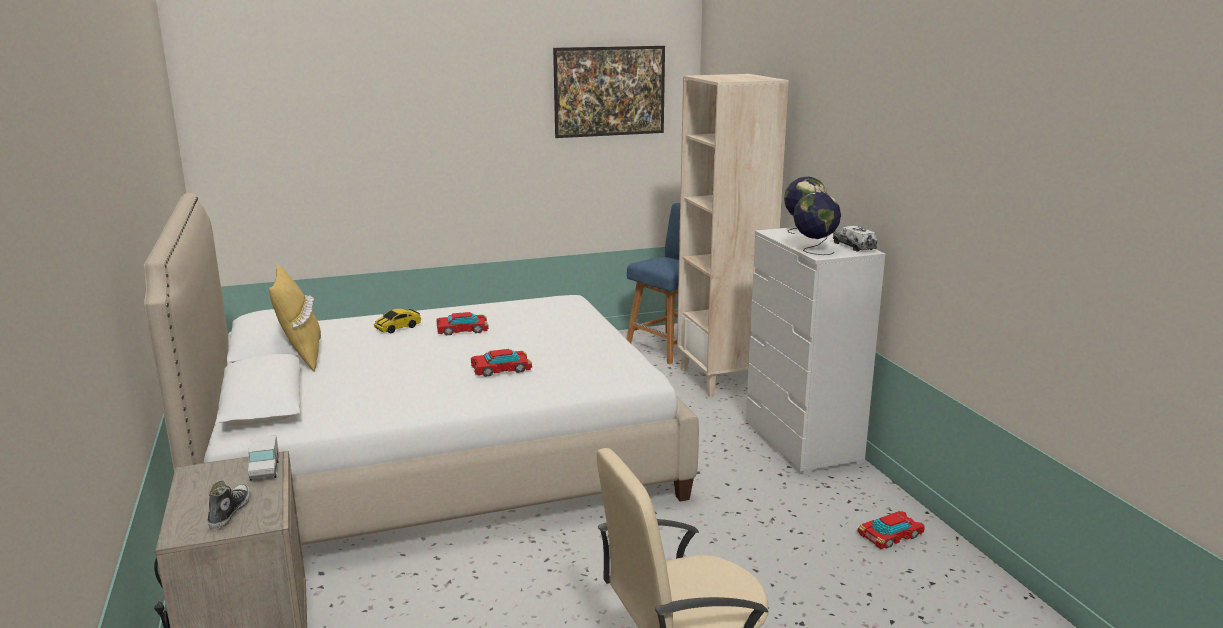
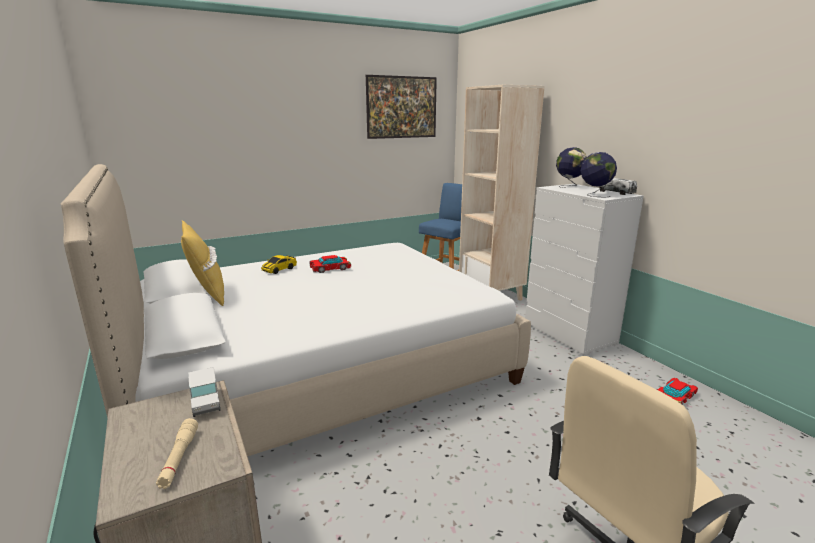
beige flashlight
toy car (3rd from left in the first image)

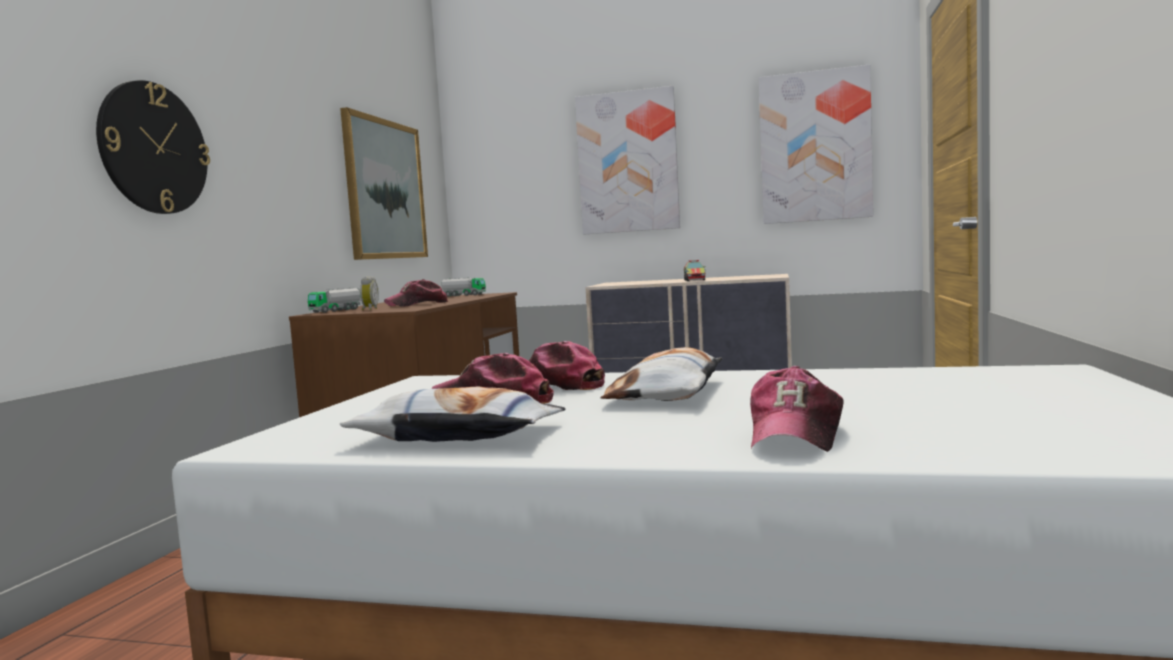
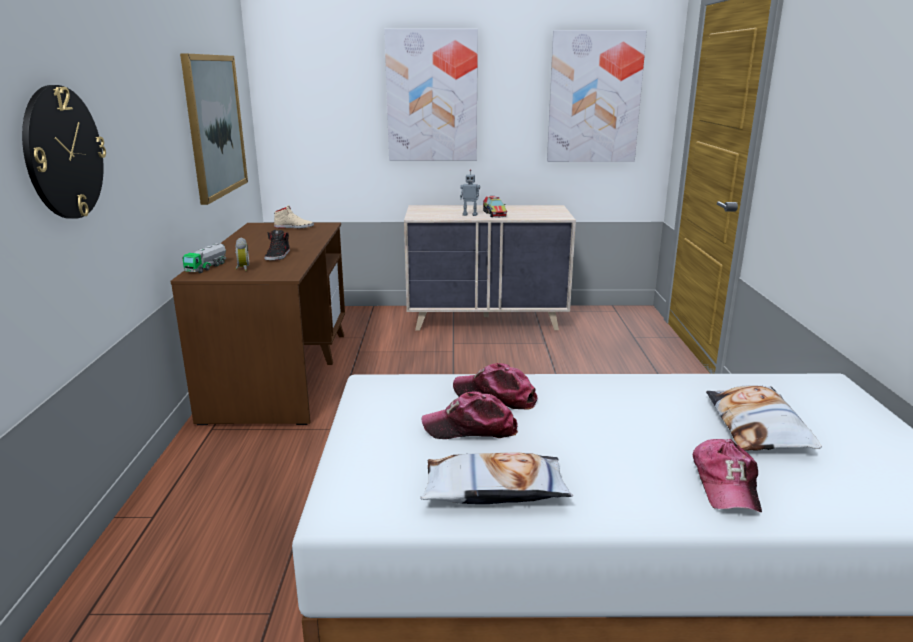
black shoe
beige shoe
toy robot
pillow (2nd from left)

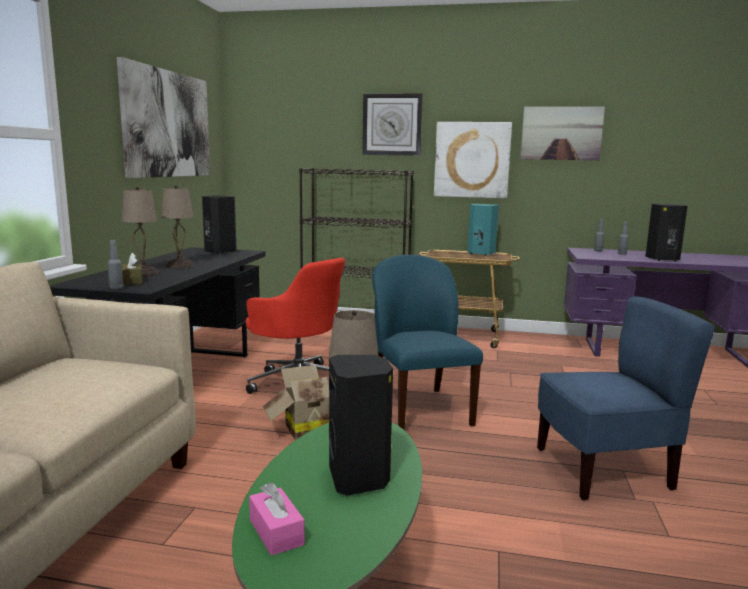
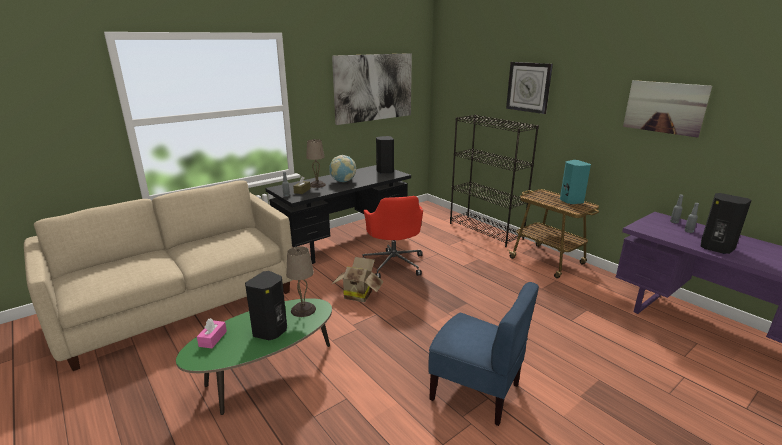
globe
blue chair (1st from left in the first image)
picture (2nd from left in the first image)

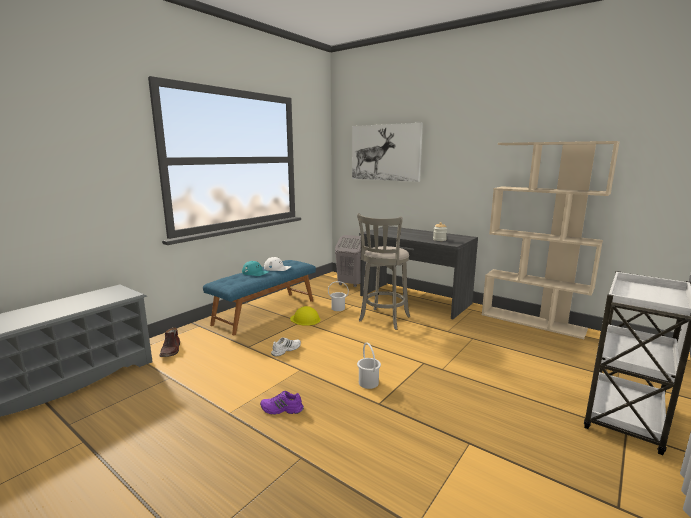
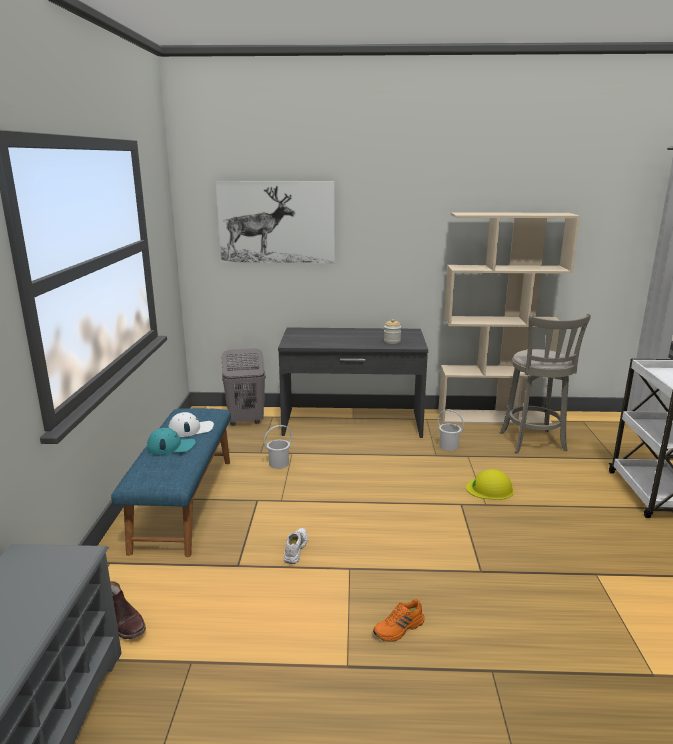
orange shoe
white bucket (2nd from left)
yellow hard hat
grey stool

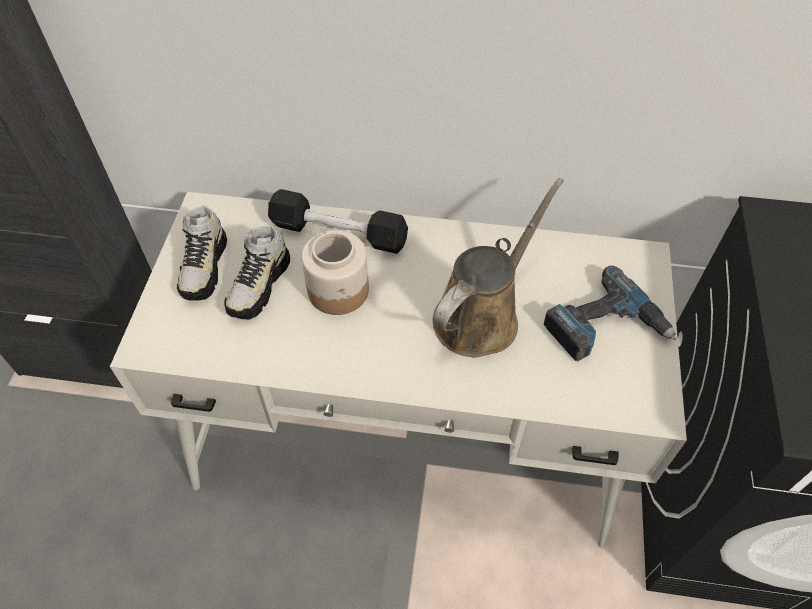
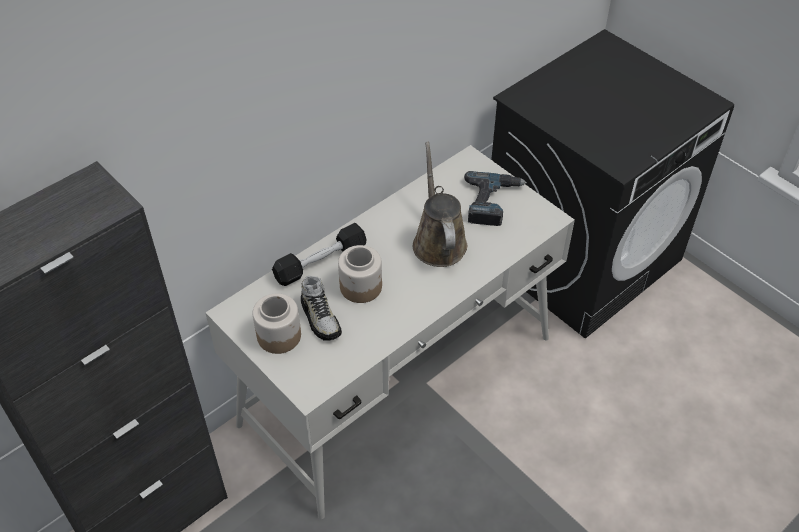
jar (1st from left)

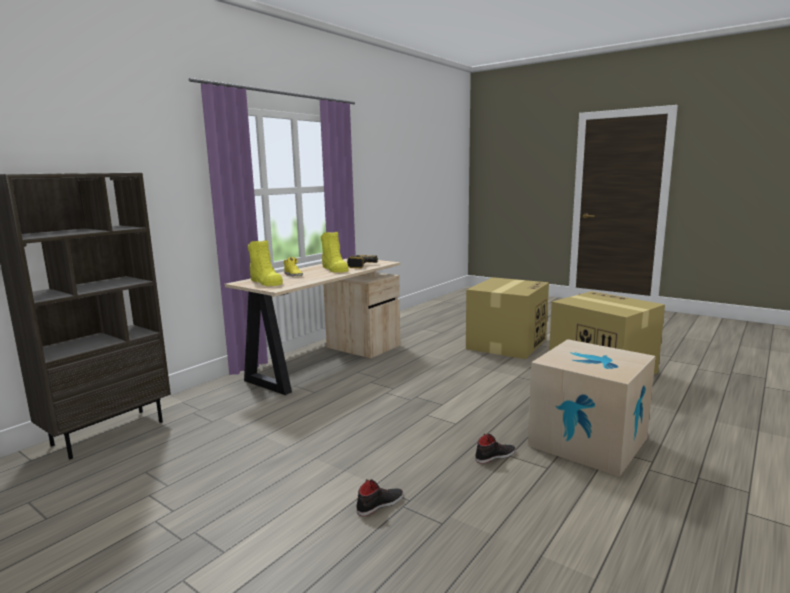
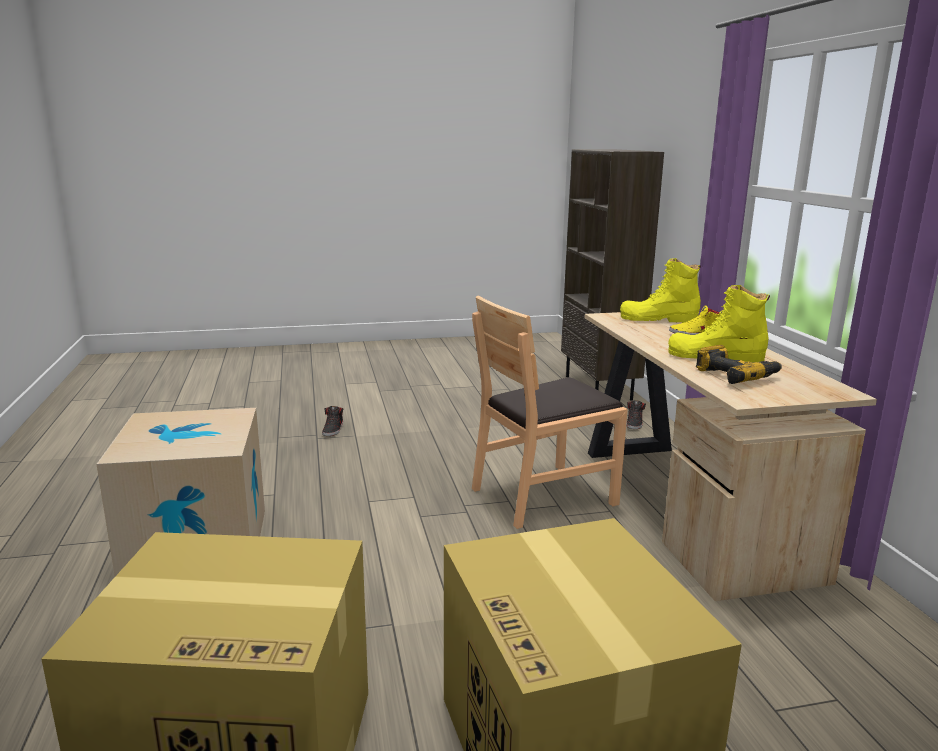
brown chair
black shoe (2nd from left)

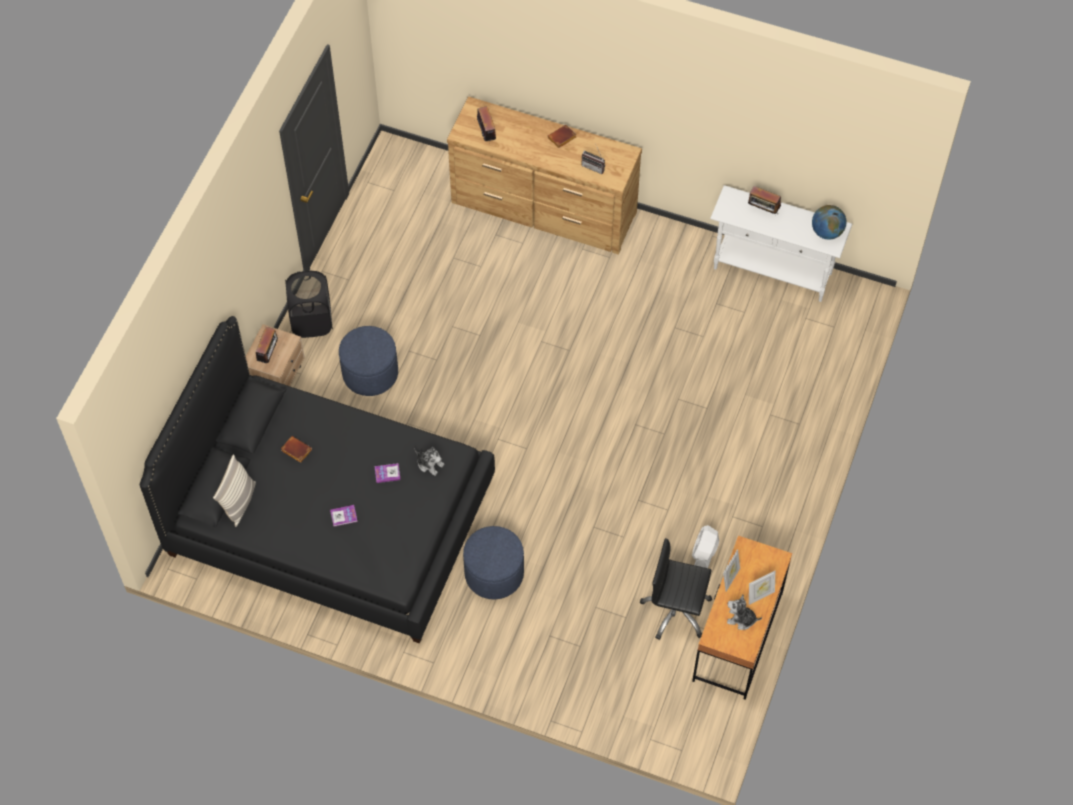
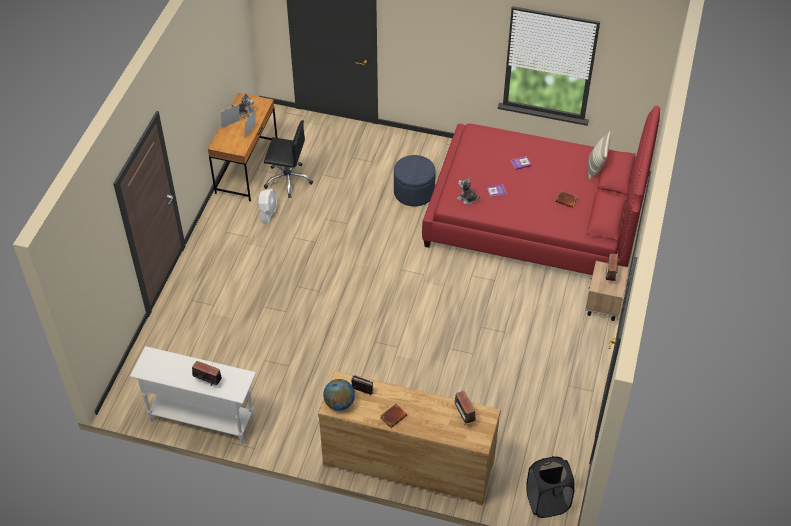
globe
red bed
black laundry basket
blue ottoman (1st from left in the first image)

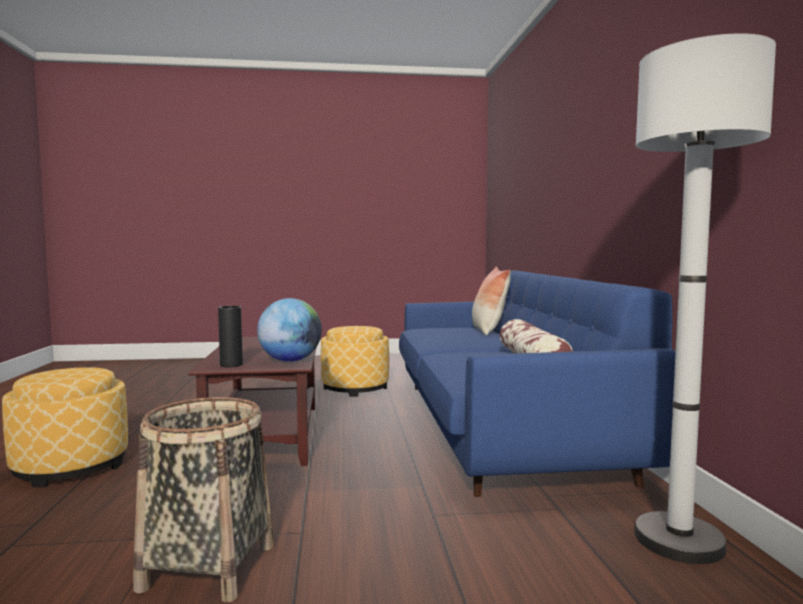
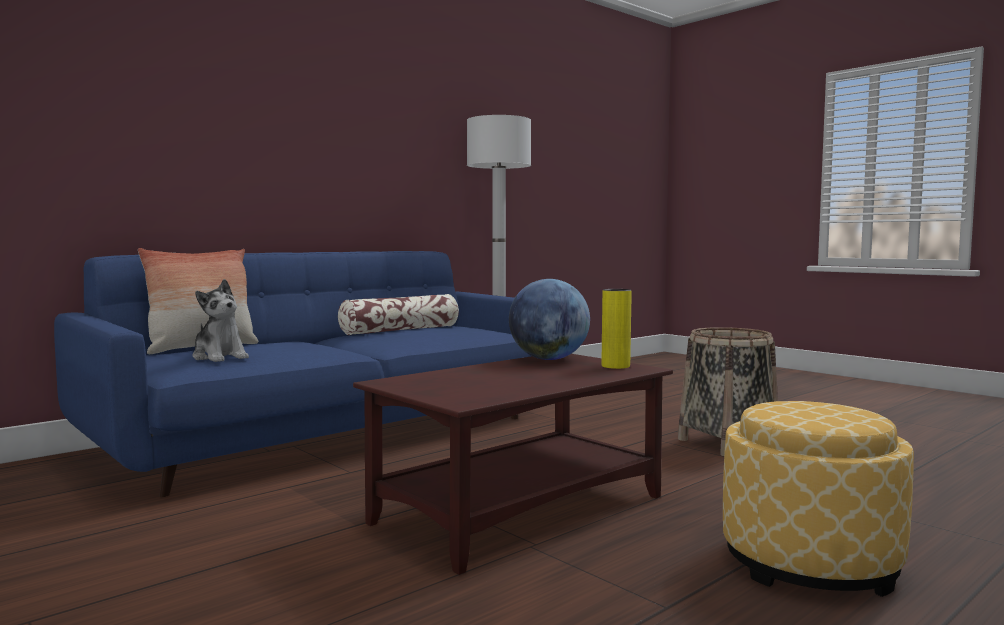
plush toy
yellow vase
ottoman (2nd from left in the first image)

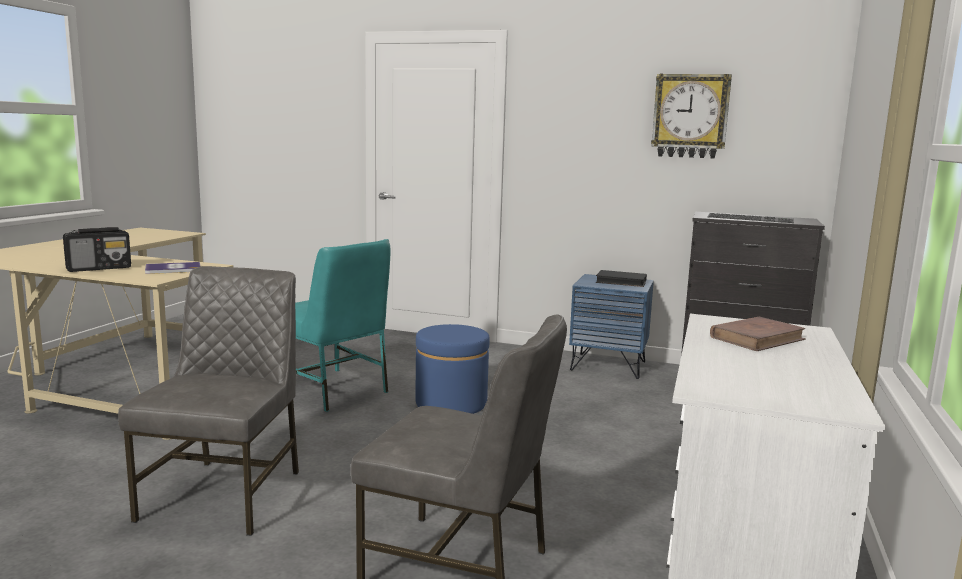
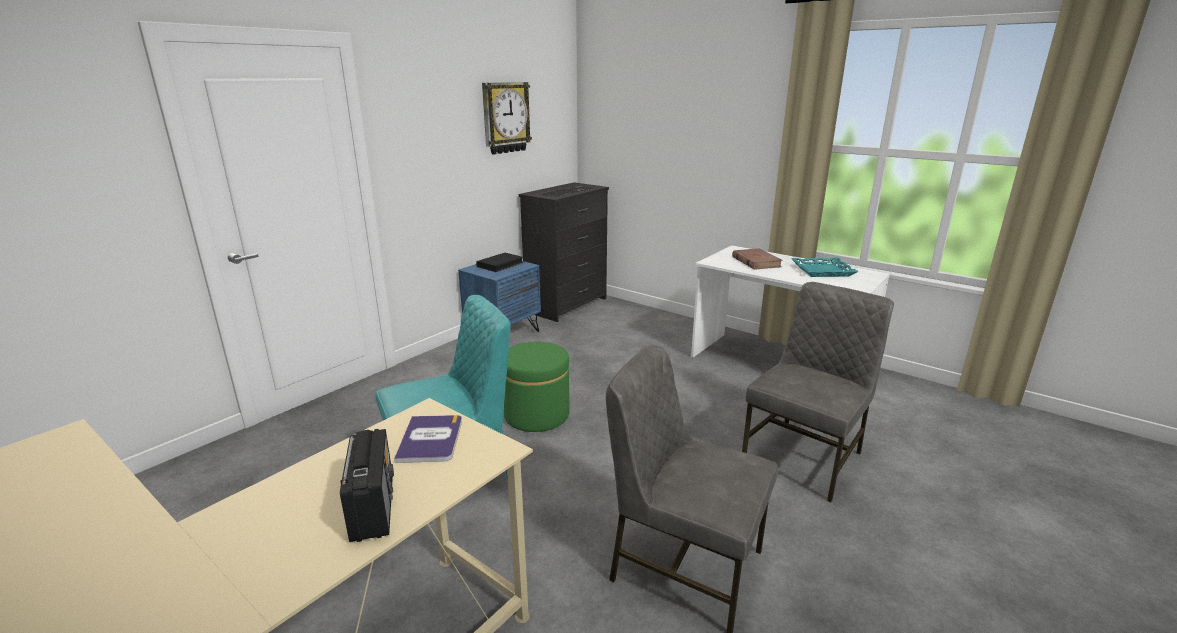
green ottoman
turquoise tray

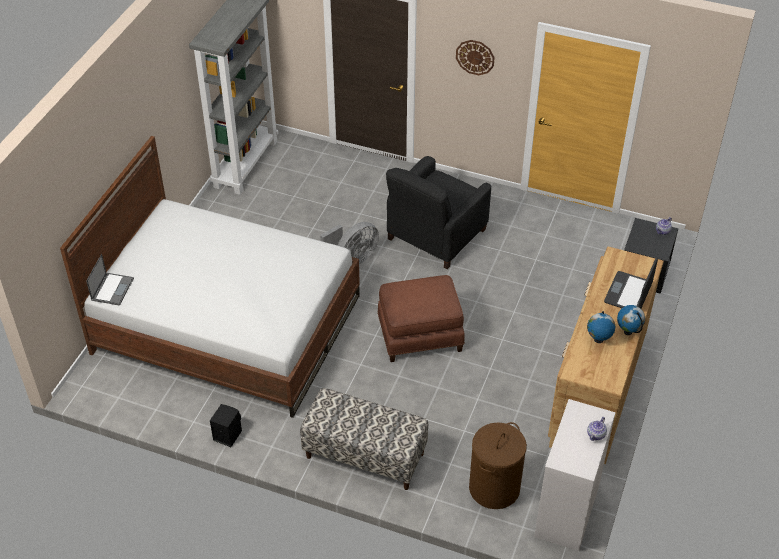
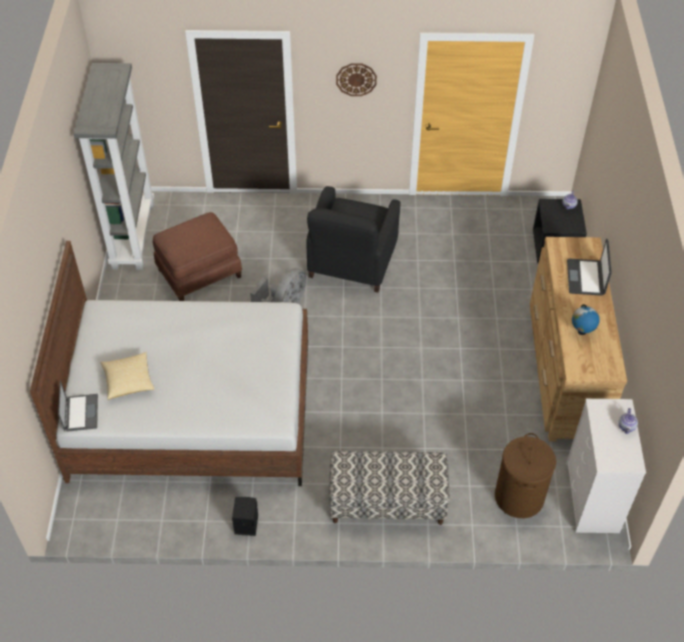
pillow
brown ottoman
globe (2nd from left in the first image)

